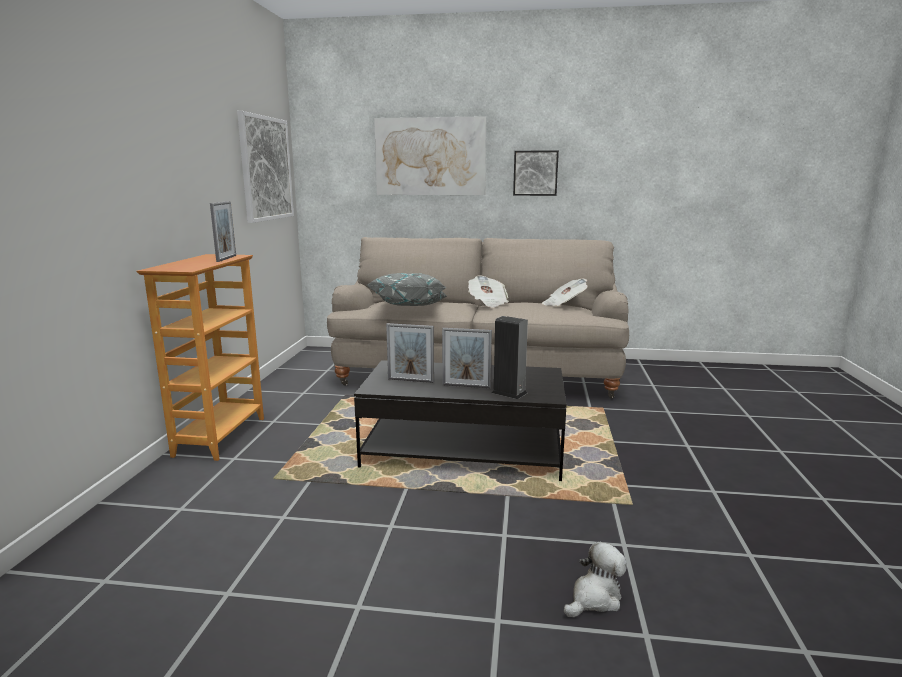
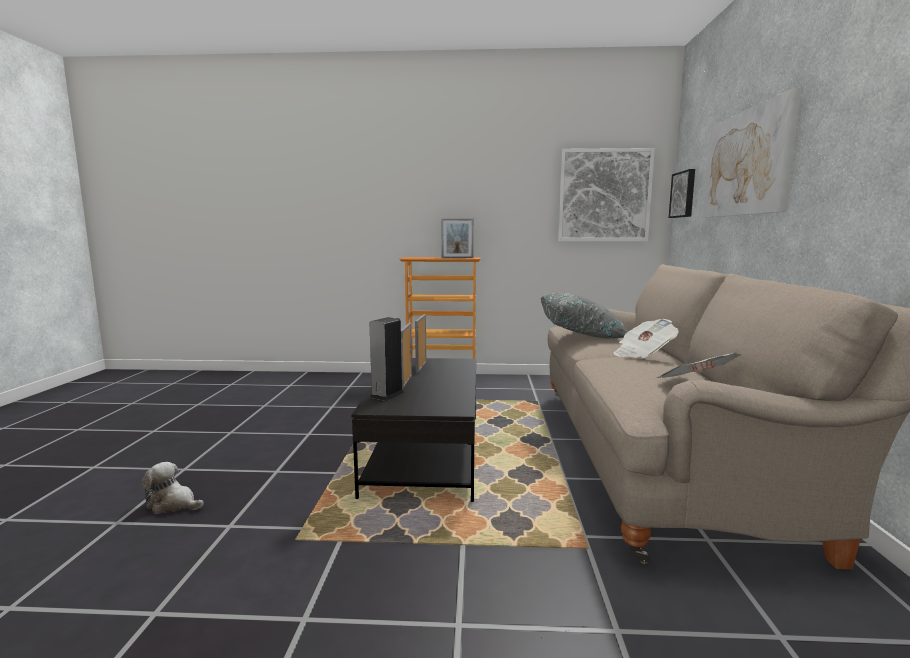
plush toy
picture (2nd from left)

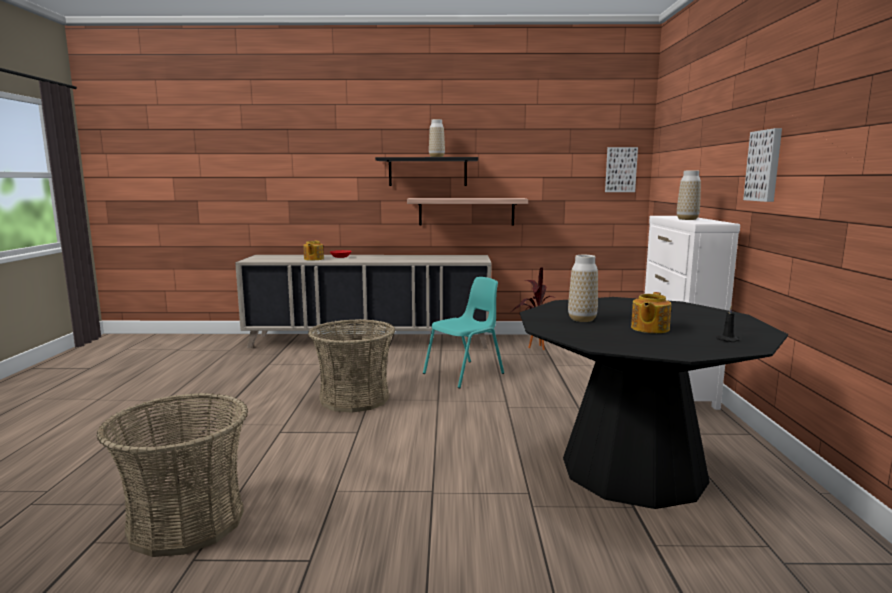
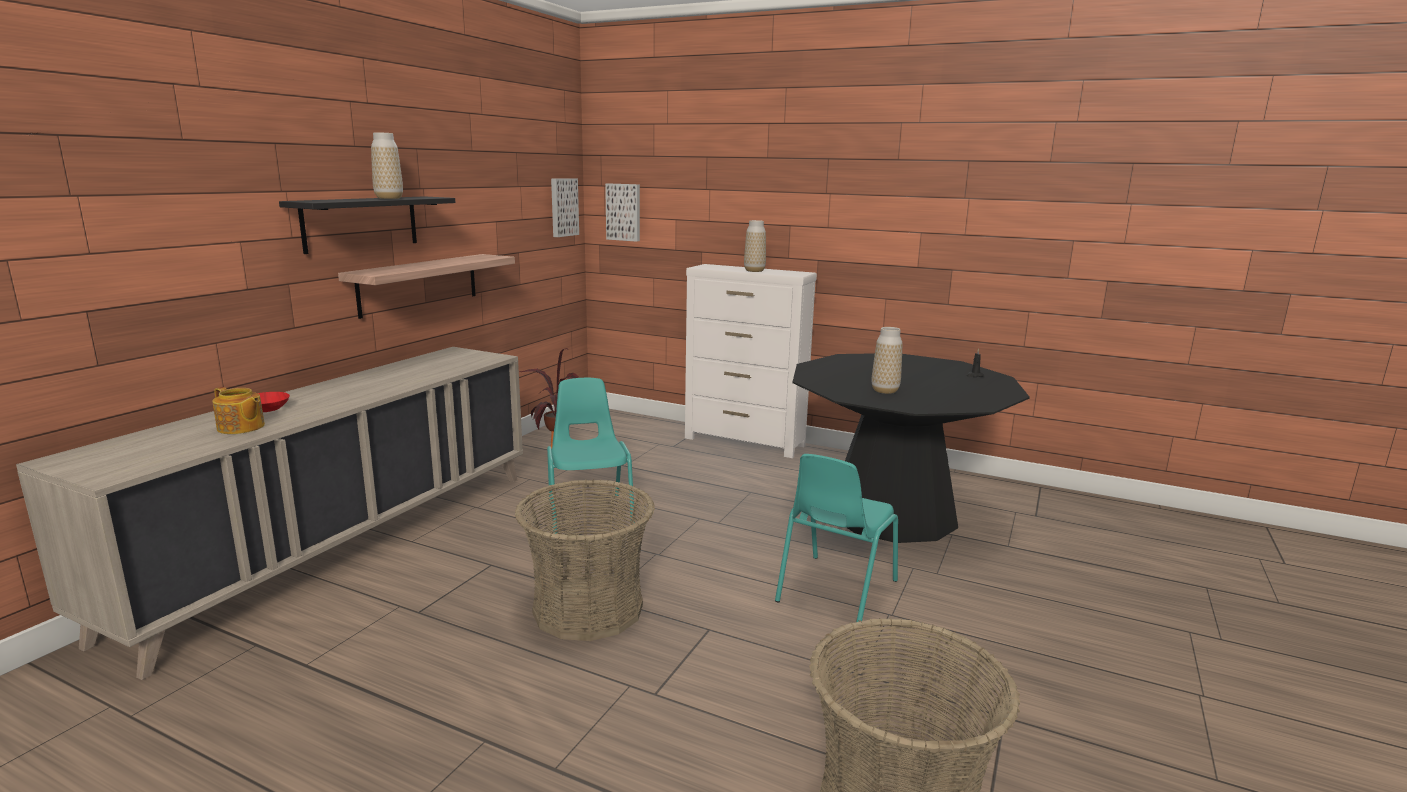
picture (2nd from left)
turquoise chair (2nd from left)
teapot (2nd from left in the first image)

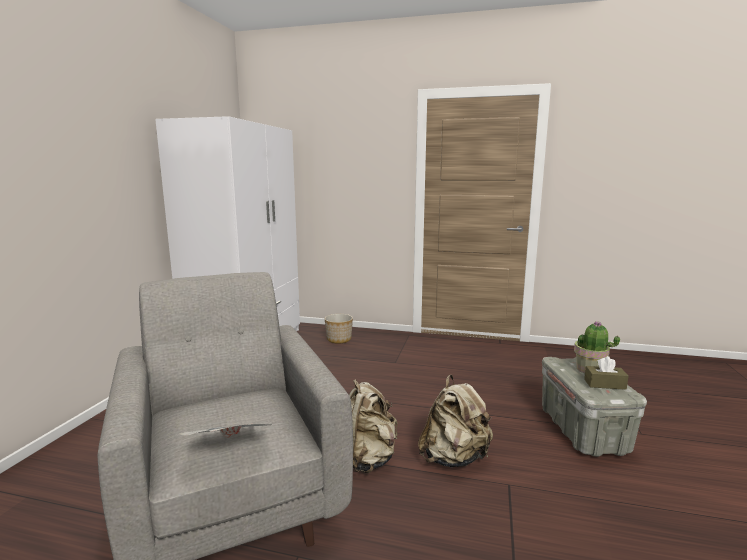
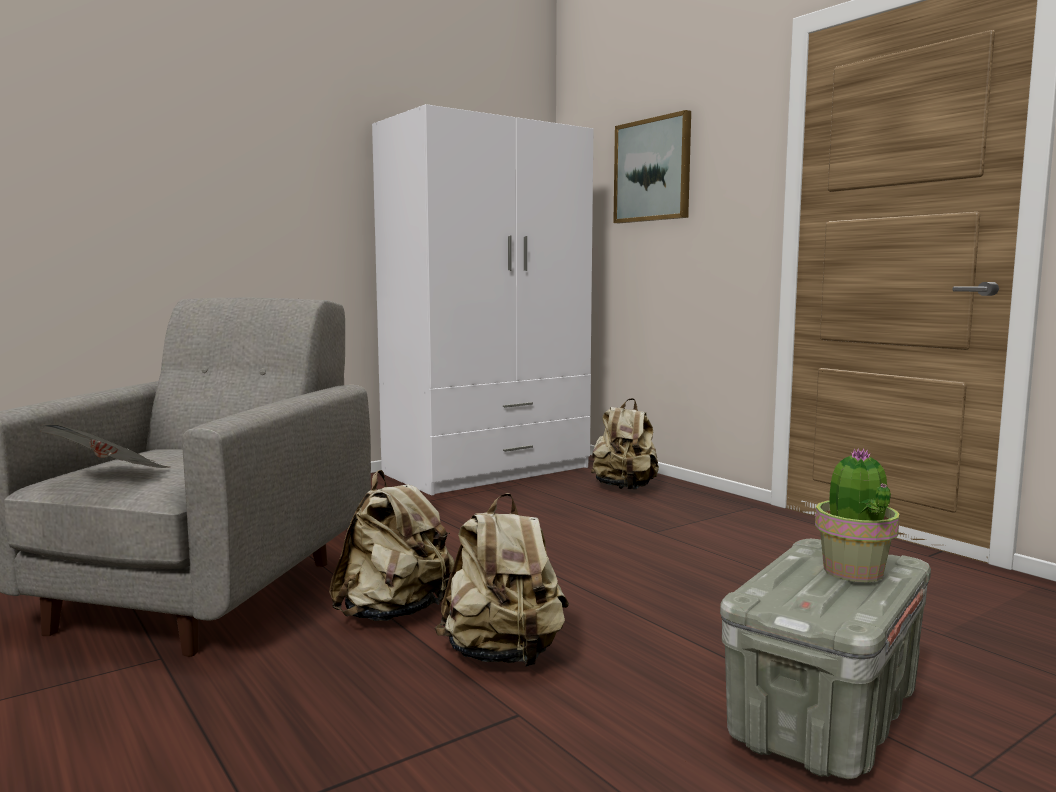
beige backpack (3rd from left)
picture
brown tissue box

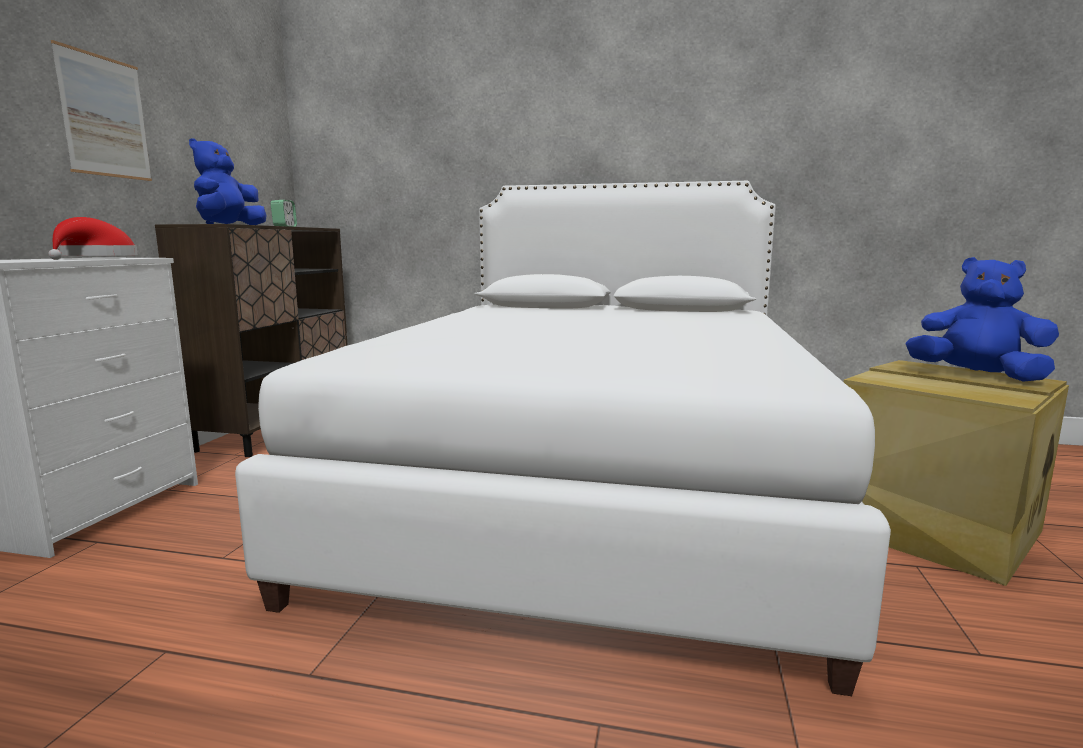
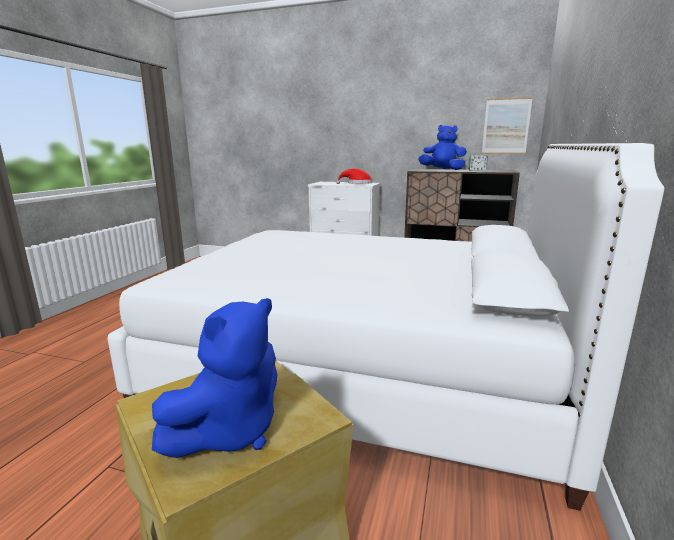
picture

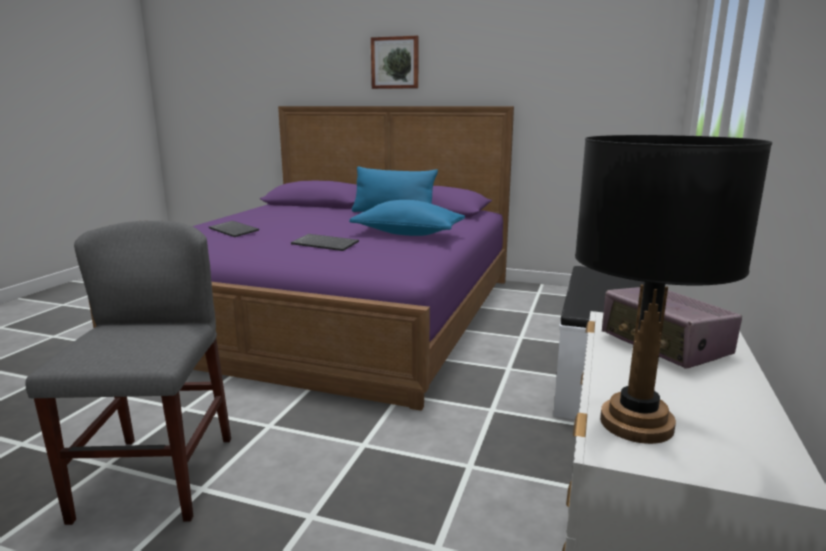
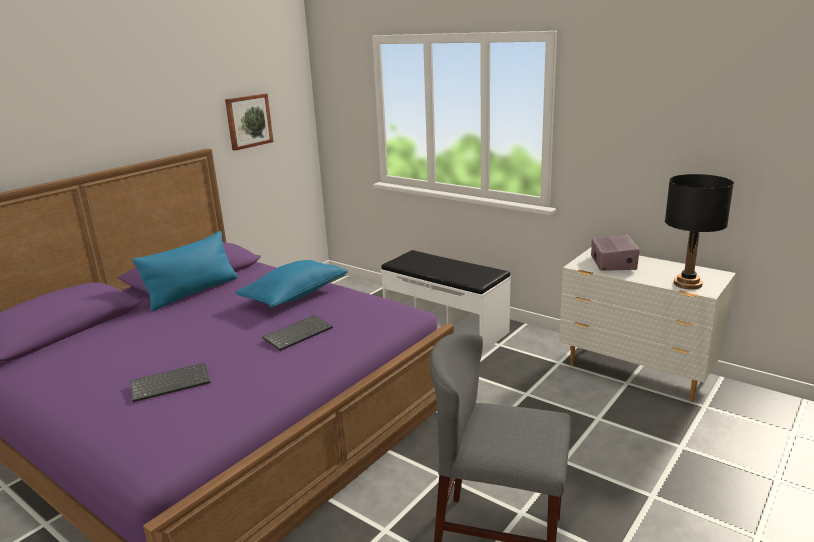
picture
radio

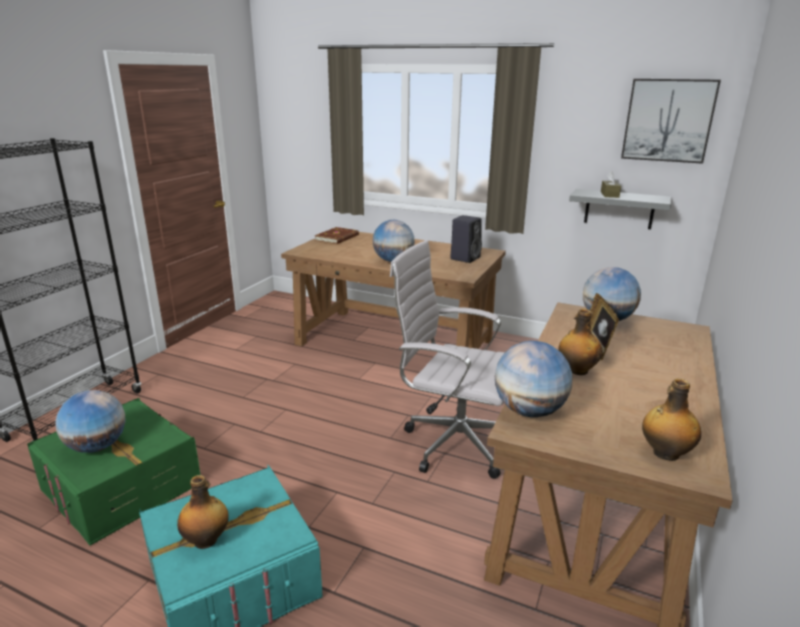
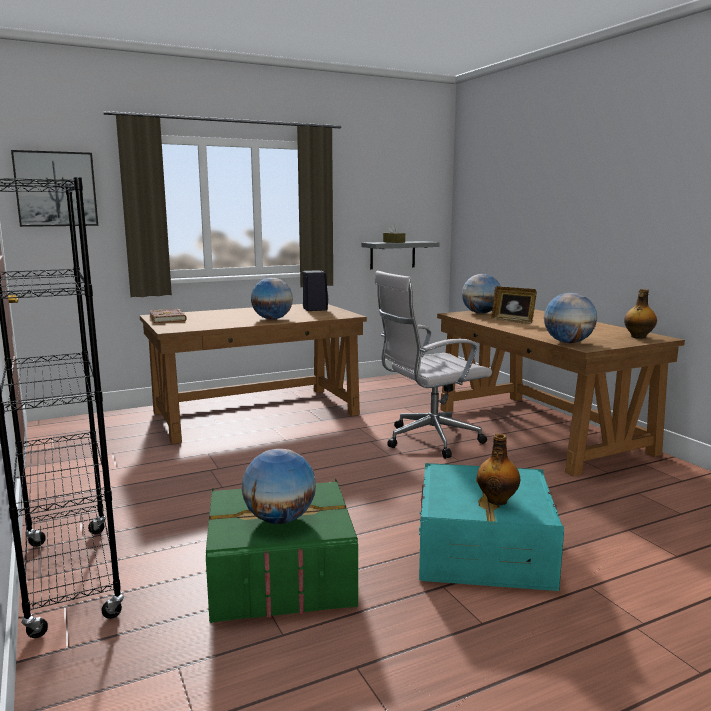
picture
bottle (2nd from left in the first image)

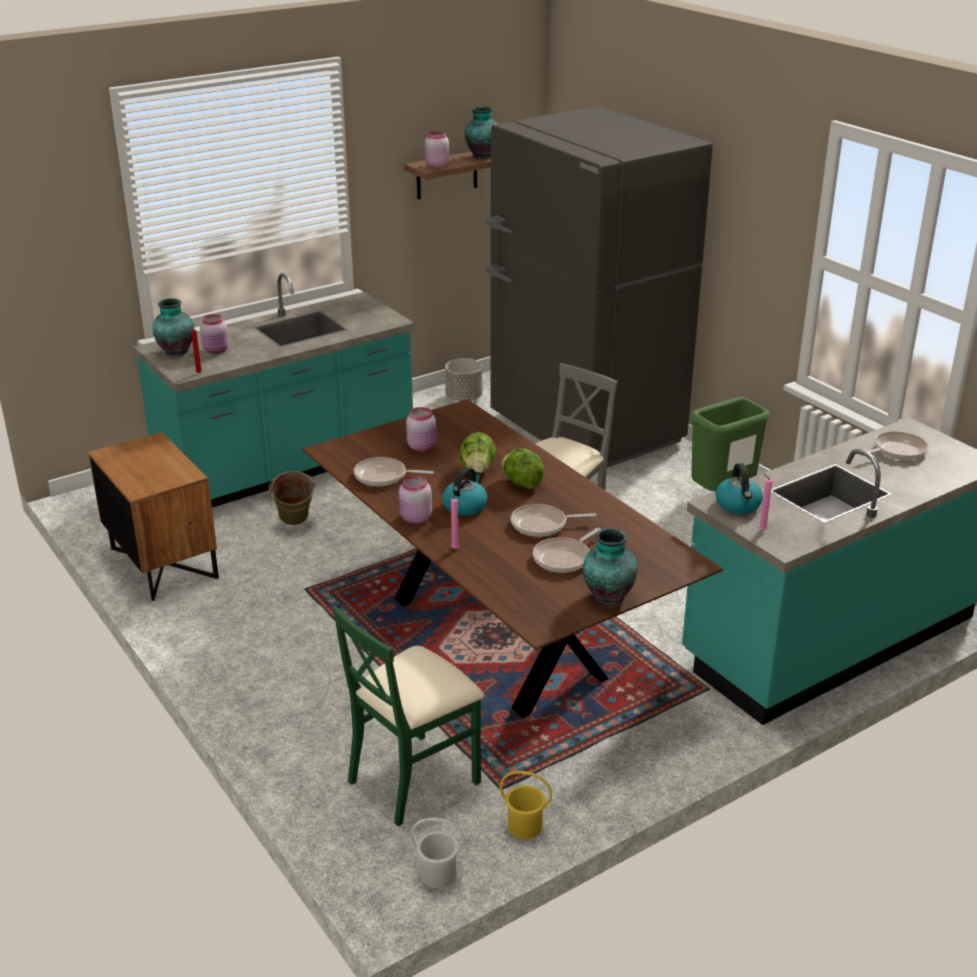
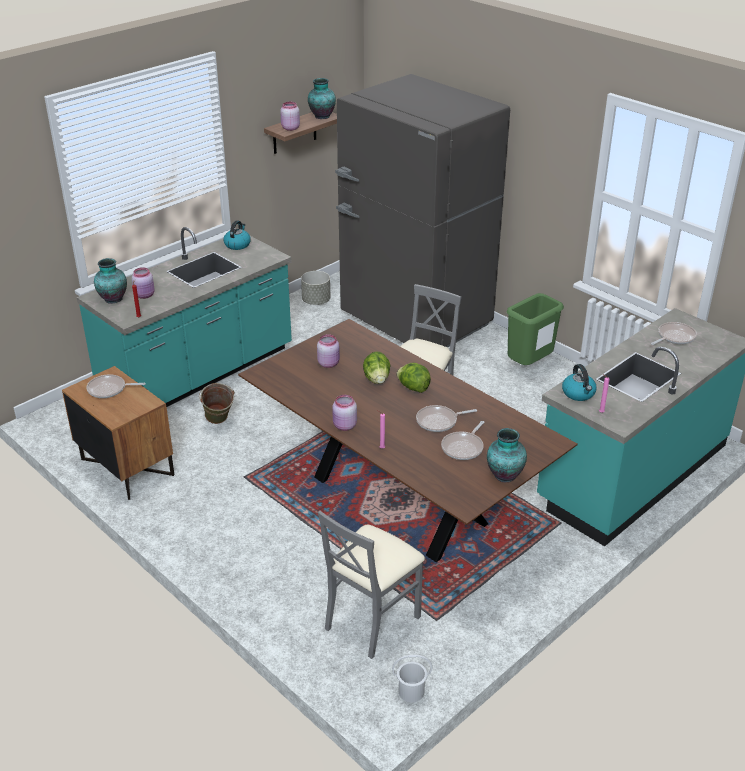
frying pan (1st from left)
kettle (1st from left)
grey chair (1st from left)
yellow bucket

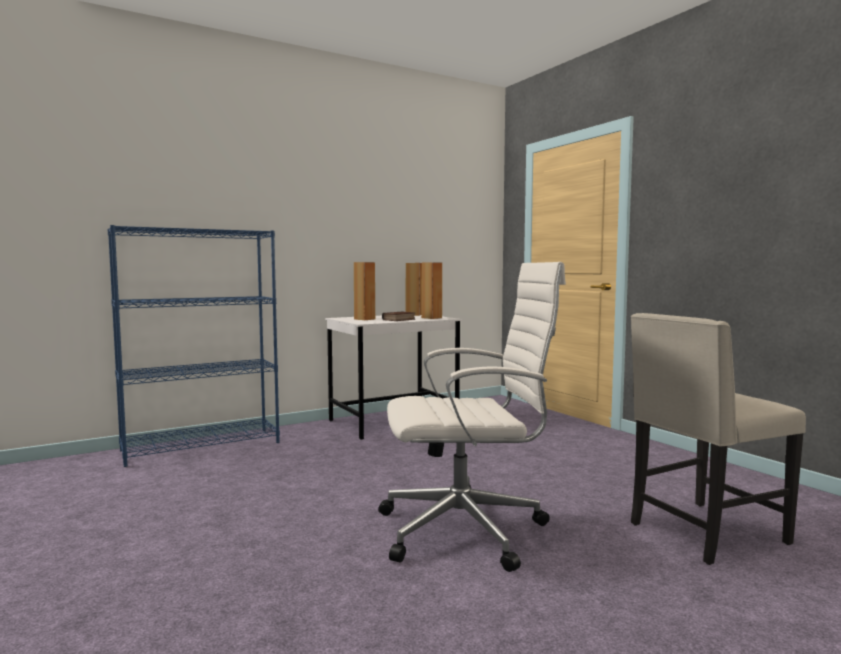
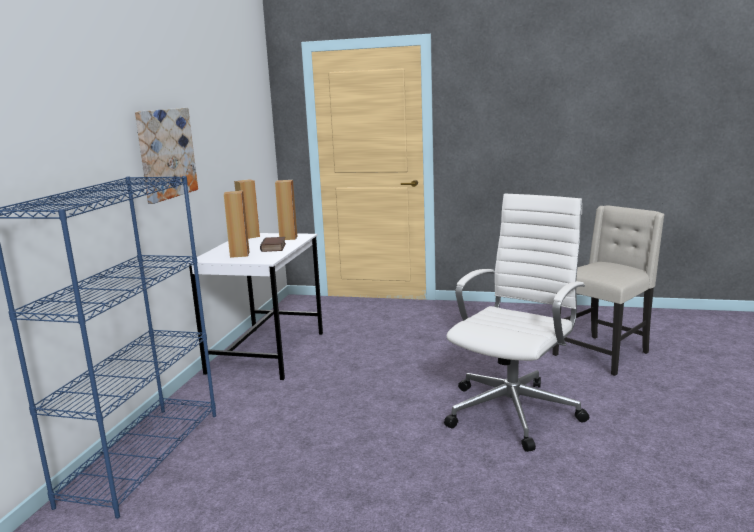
picture
beige chair

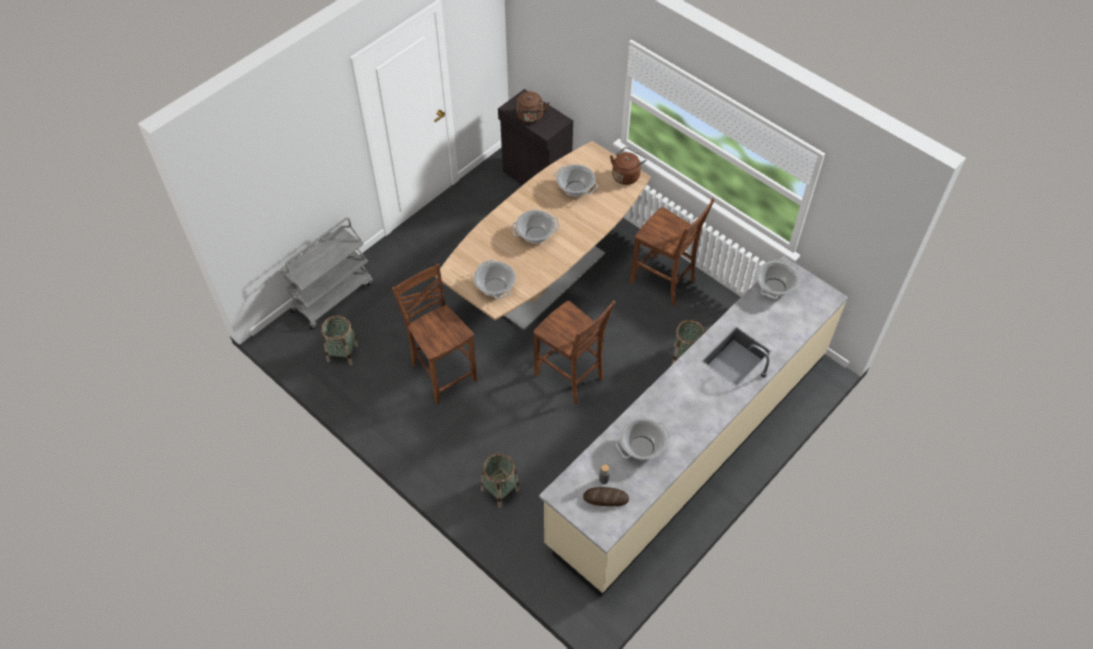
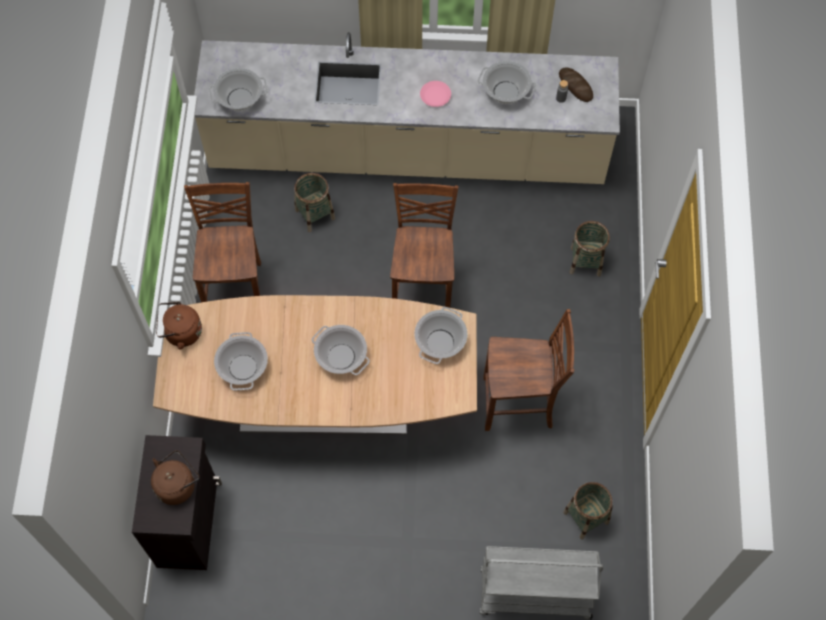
pink plate
brown chair (3rd from left)

